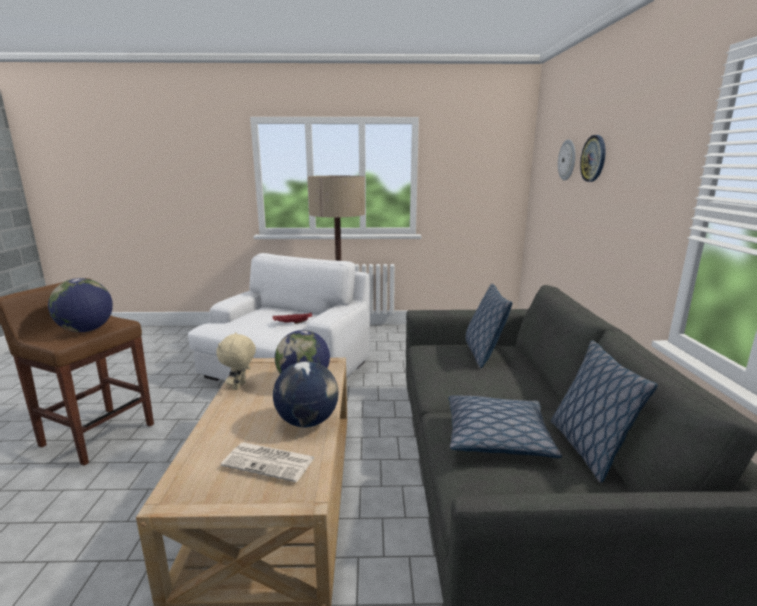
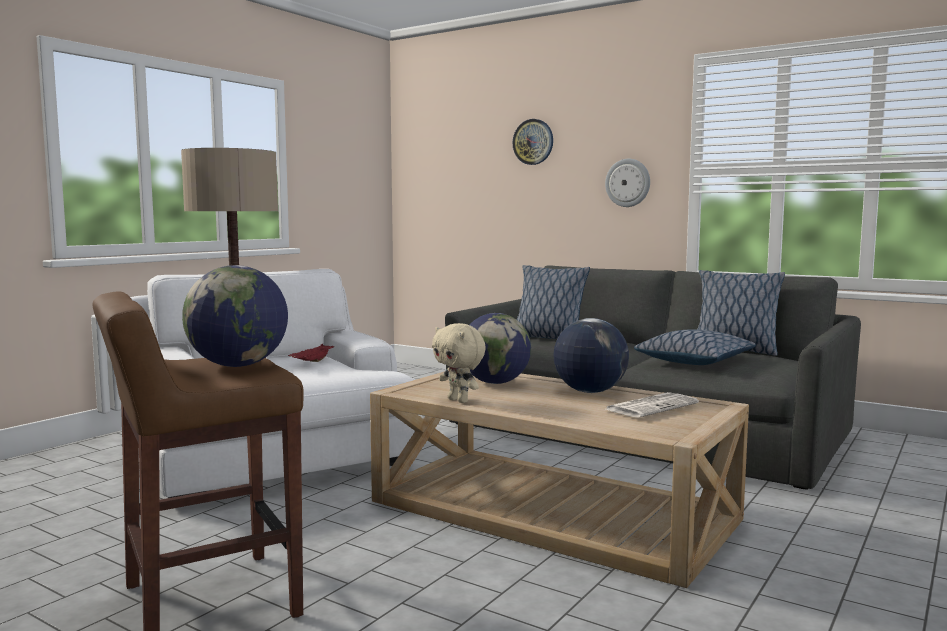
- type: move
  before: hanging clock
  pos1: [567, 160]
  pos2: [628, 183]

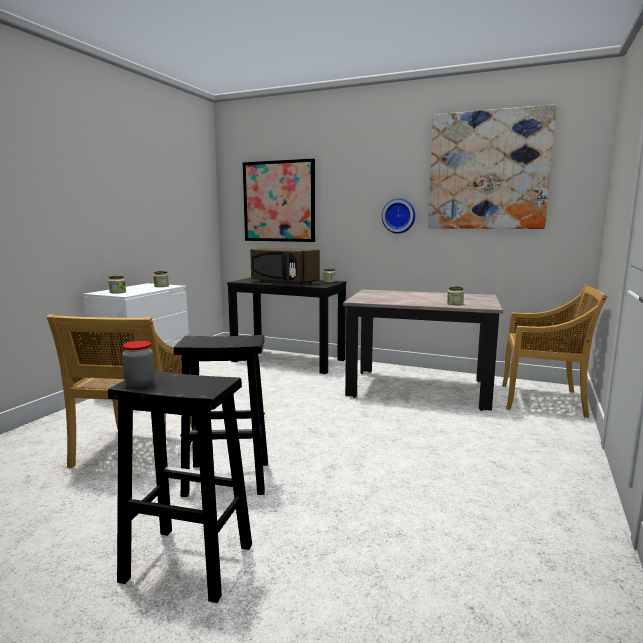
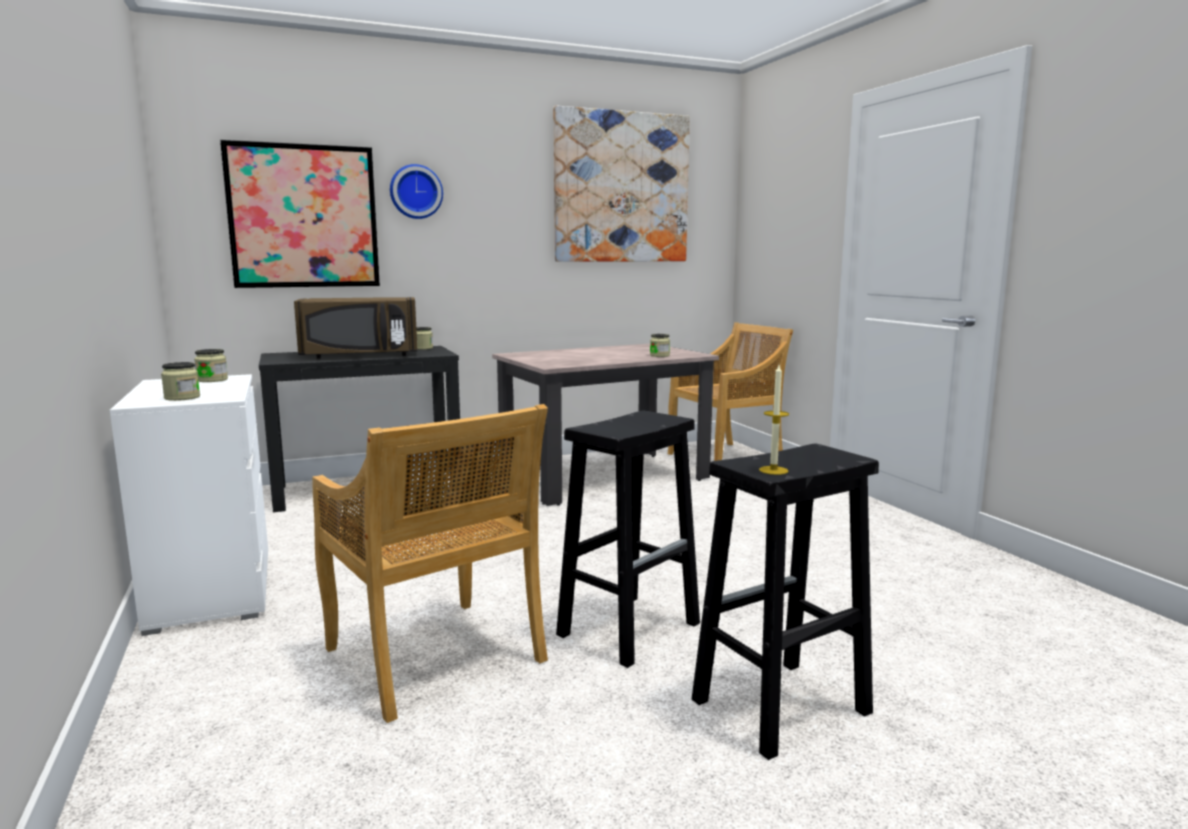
- type: replace
  before: preserve jar
  after: wax candle
  pos1: [140, 383]
  pos2: [773, 470]
- type: move
  before: hanging clock
  pos1: [399, 216]
  pos2: [415, 192]

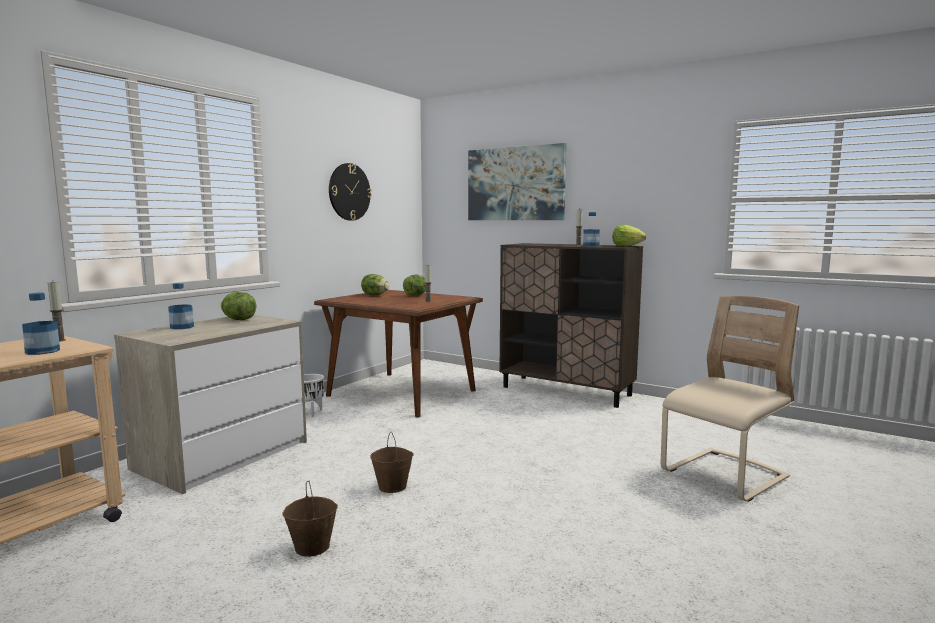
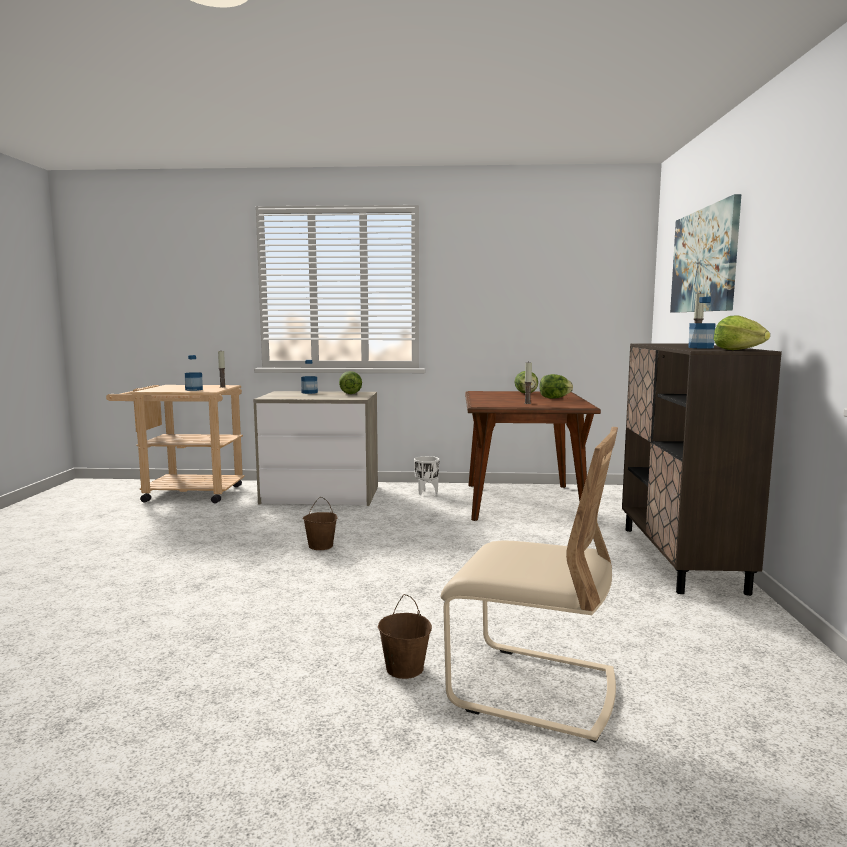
- type: move
  before: brownish water bucket
  pos1: [311, 547]
  pos2: [404, 668]
- type: delete
  before: hanging clock
  pos1: [349, 192]

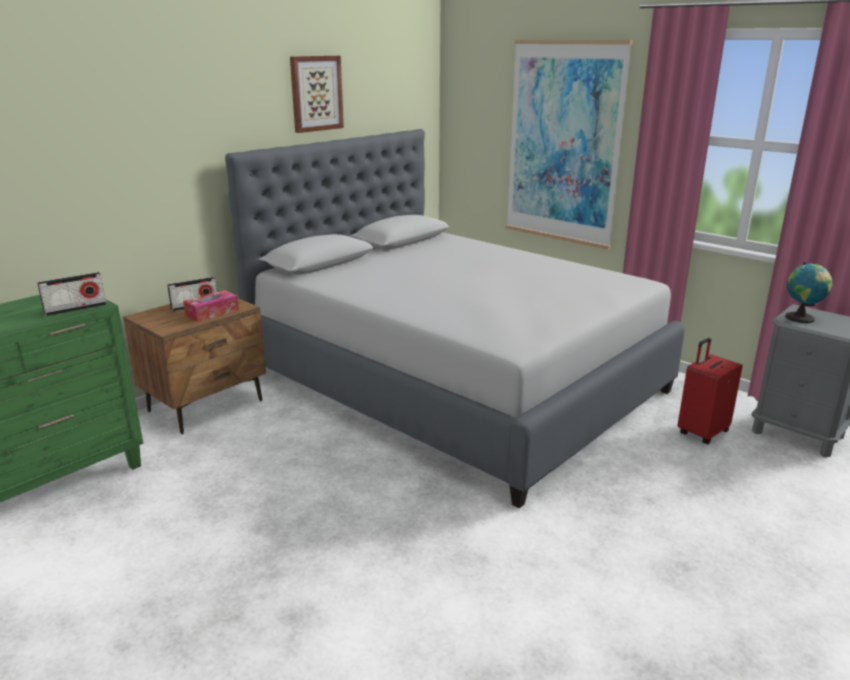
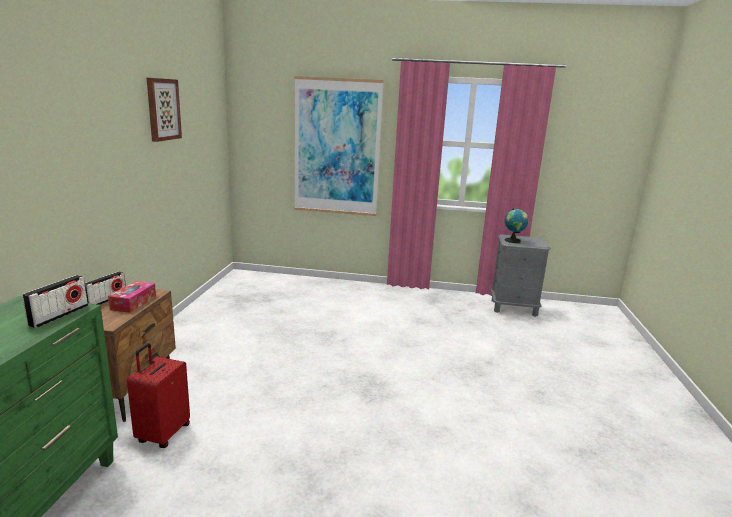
- type: delete
  before: grey sleeping bed
  pos1: [455, 381]
- type: move
  before: red-coloured suitcase
  pos1: [701, 432]
  pos2: [162, 434]

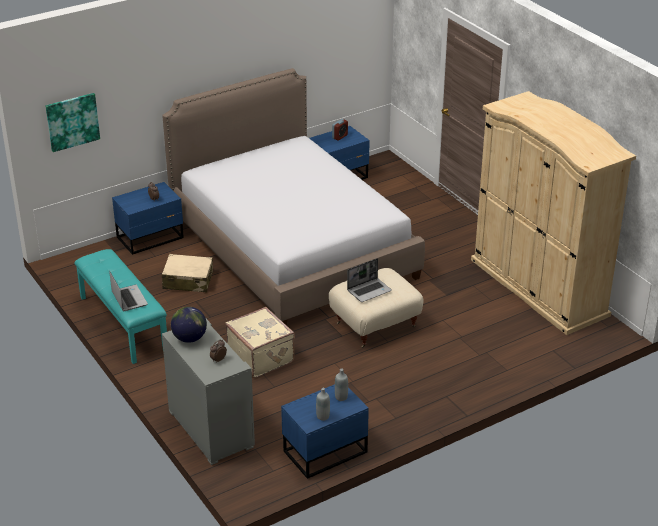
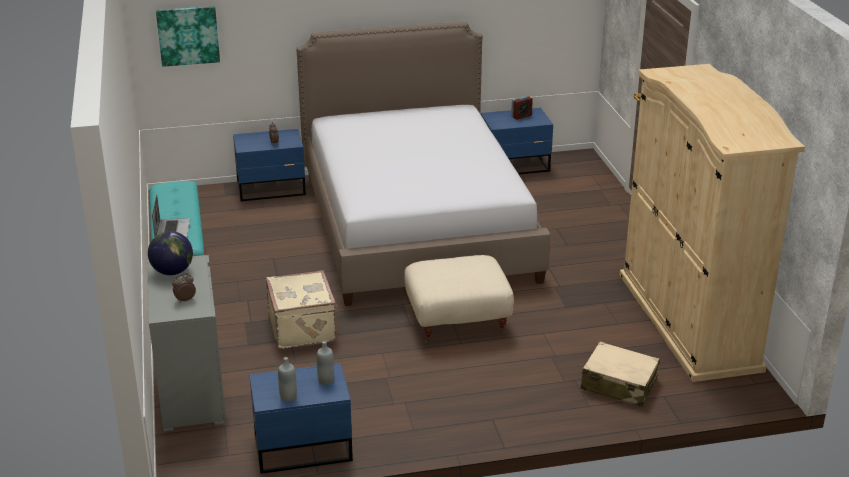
- type: move
  before: beige-coloured suitcase
  pos1: [188, 281]
  pos2: [618, 384]
- type: delete
  before: notebook computer
  pos1: [369, 290]

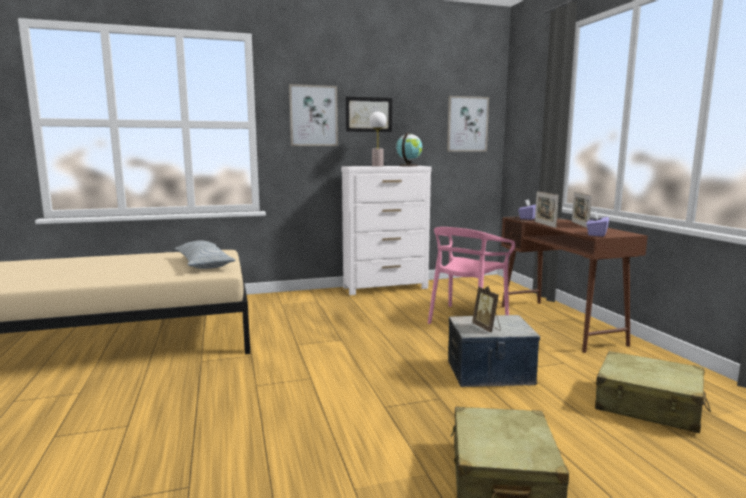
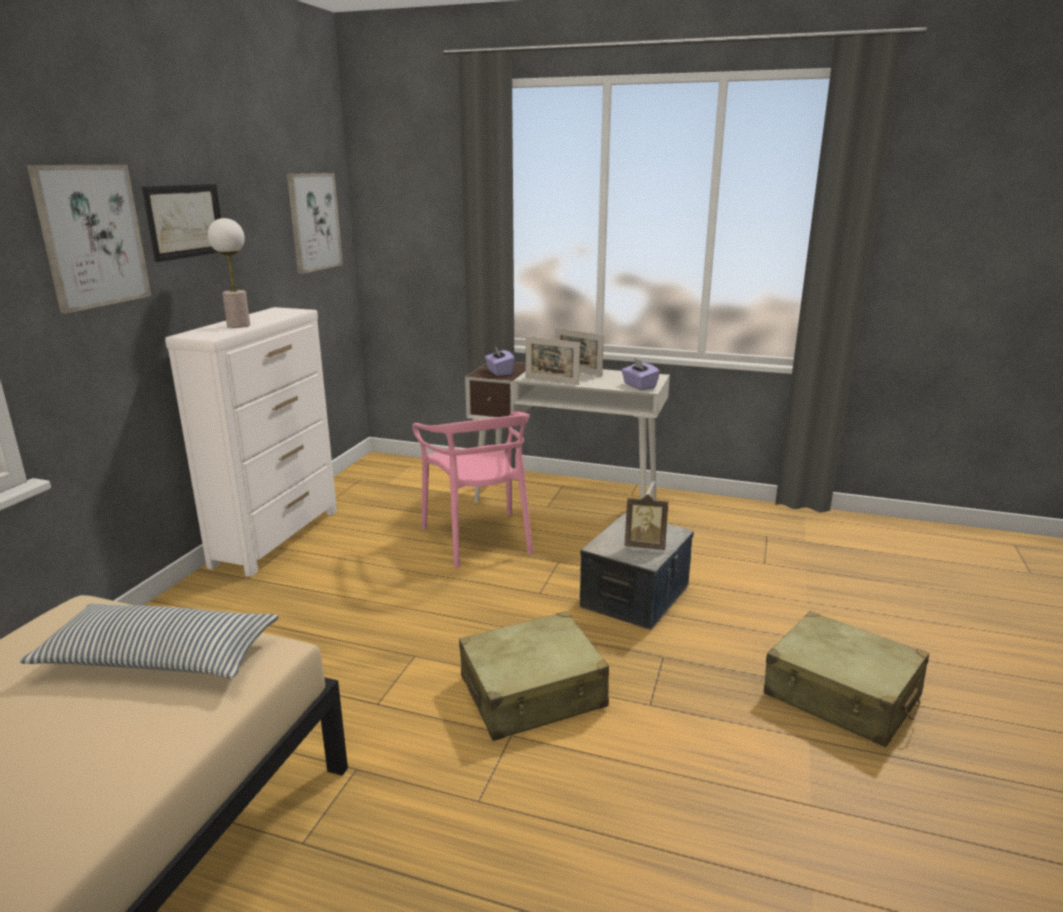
- type: delete
  before: globe
  pos1: [408, 166]
- type: recolor
  before: brownish desk unit
  after: white desk unit
  pos1: [559, 324]
  pos2: [566, 500]
- type: move
  before: beige-coloured suitcase
  pos1: [648, 406]
  pos2: [533, 693]

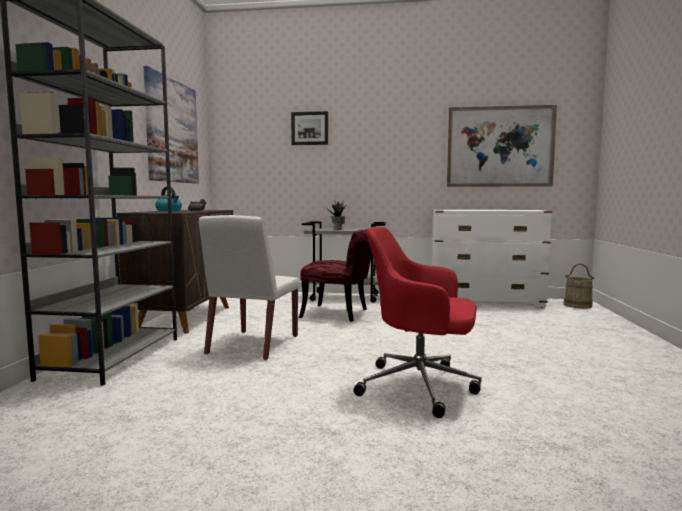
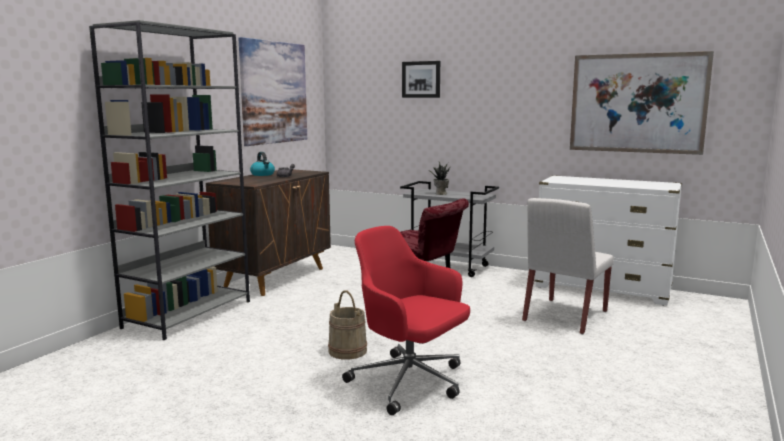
- type: move
  before: white plain chair
  pos1: [253, 345]
  pos2: [564, 316]
- type: move
  before: beige-coloured water bucket
  pos1: [577, 305]
  pos2: [347, 351]

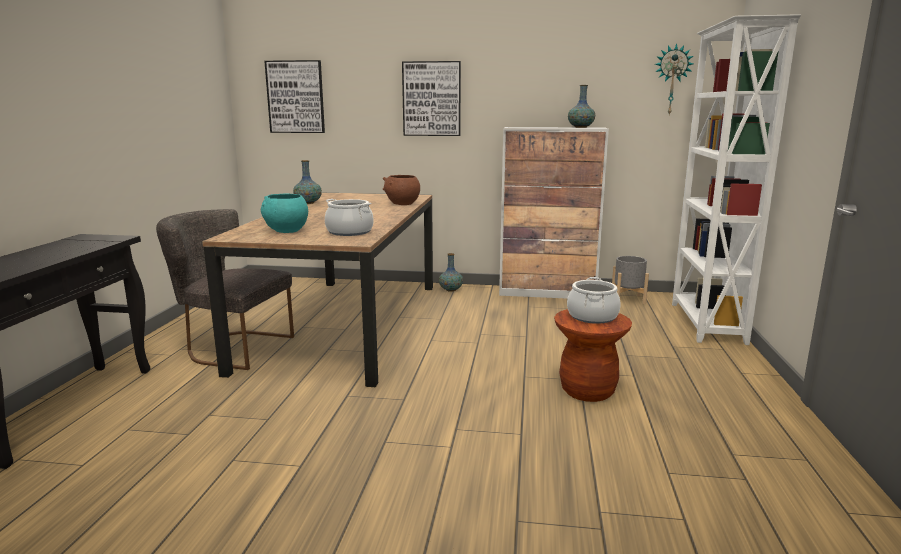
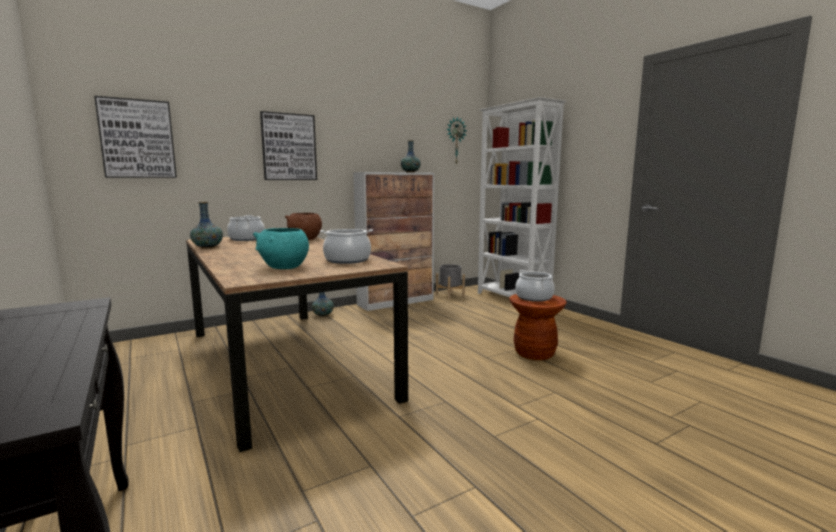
- type: delete
  before: grey plain chair
  pos1: [232, 348]
- type: insert
  after: saucepot
  pos2: [247, 239]

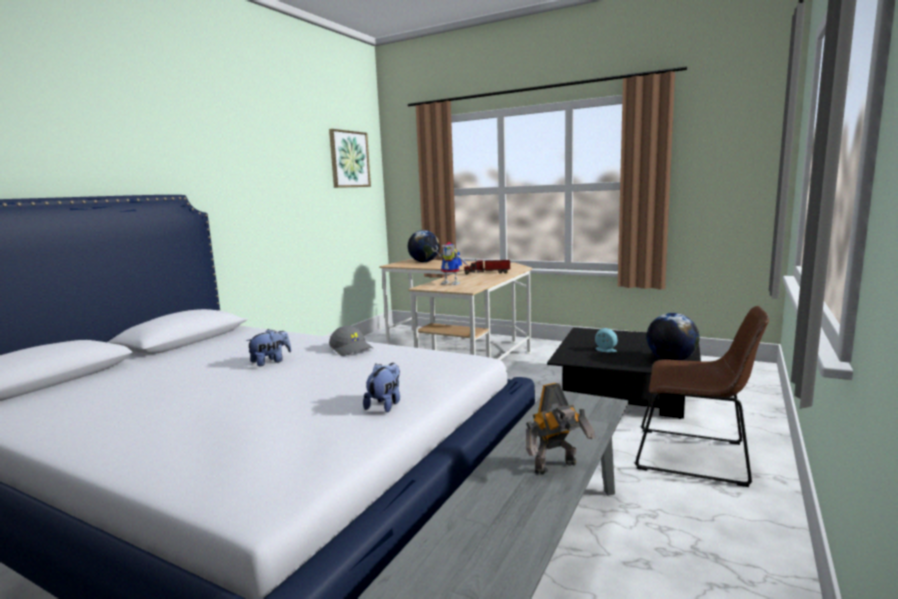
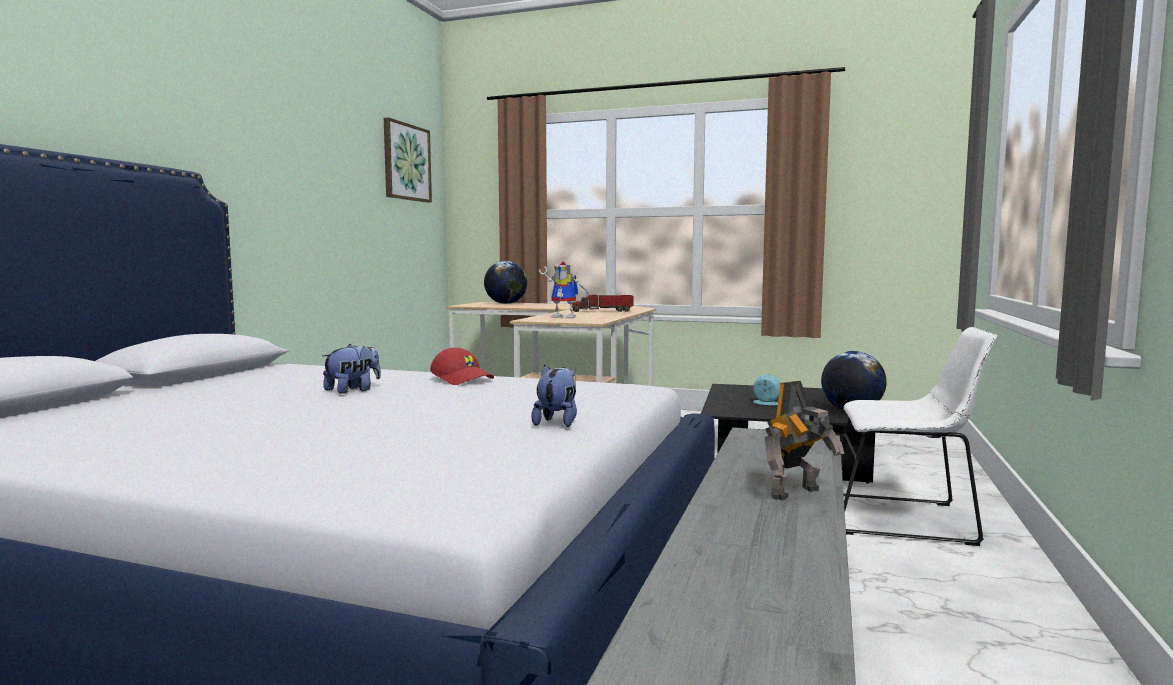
- type: recolor
  before: grey baseball cap
  after: red-coloured baseball cap
  pos1: [352, 349]
  pos2: [463, 379]
- type: recolor
  before: brownish plain chair
  after: white plain chair
  pos1: [696, 457]
  pos2: [905, 519]

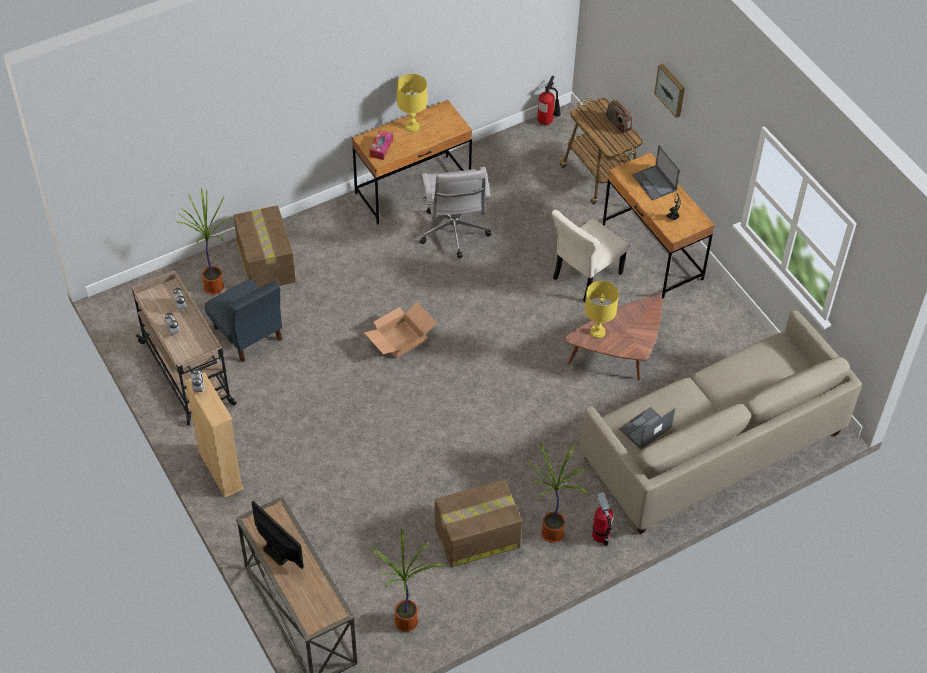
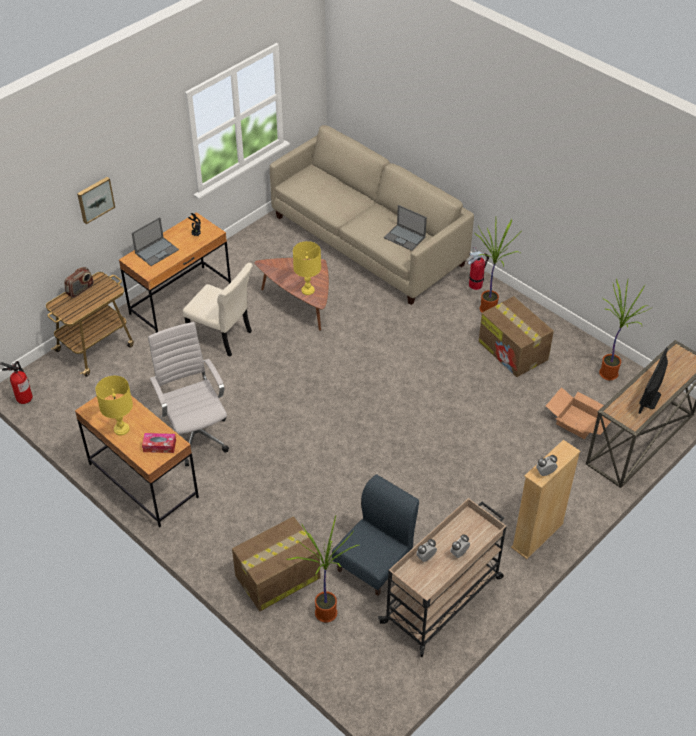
- type: move
  before: carton
  pos1: [400, 340]
  pos2: [578, 422]
- type: rotate
  before: white desk chair
  pos1: [454, 234]
  pos2: [195, 435]
  turn: -90

